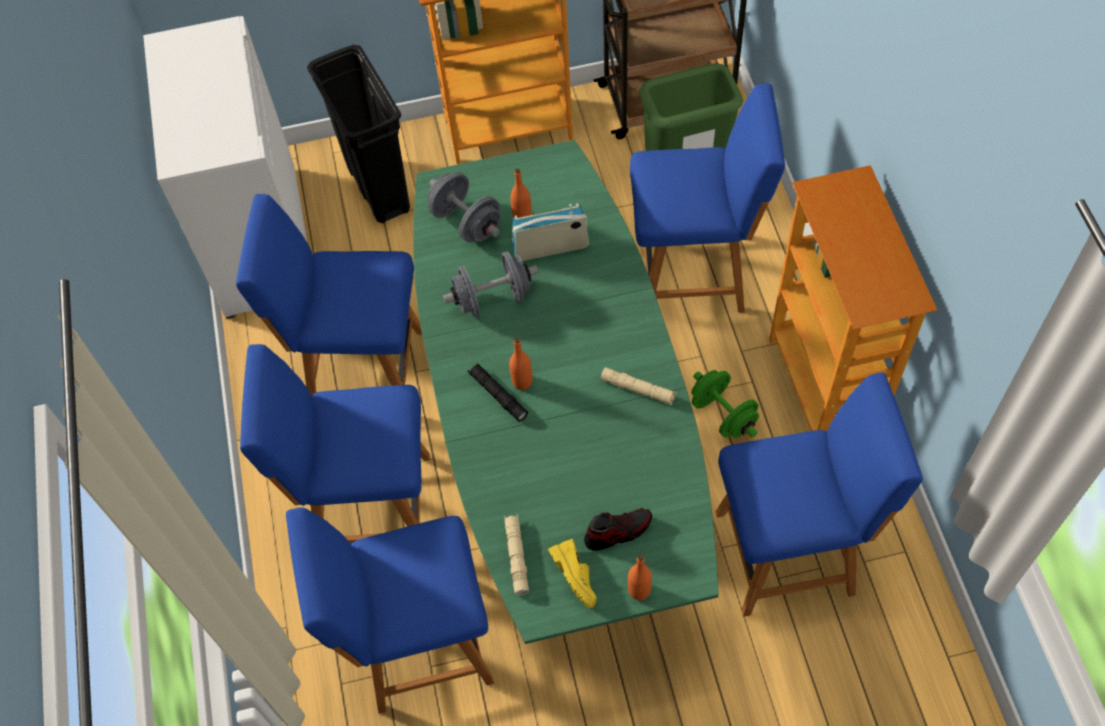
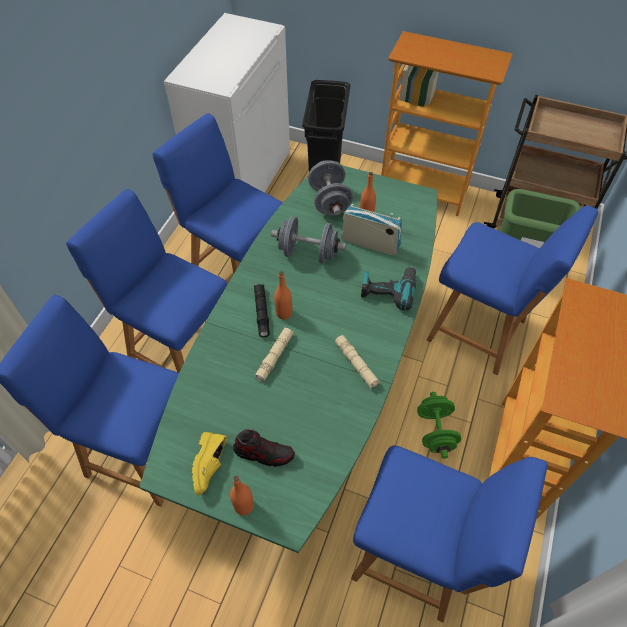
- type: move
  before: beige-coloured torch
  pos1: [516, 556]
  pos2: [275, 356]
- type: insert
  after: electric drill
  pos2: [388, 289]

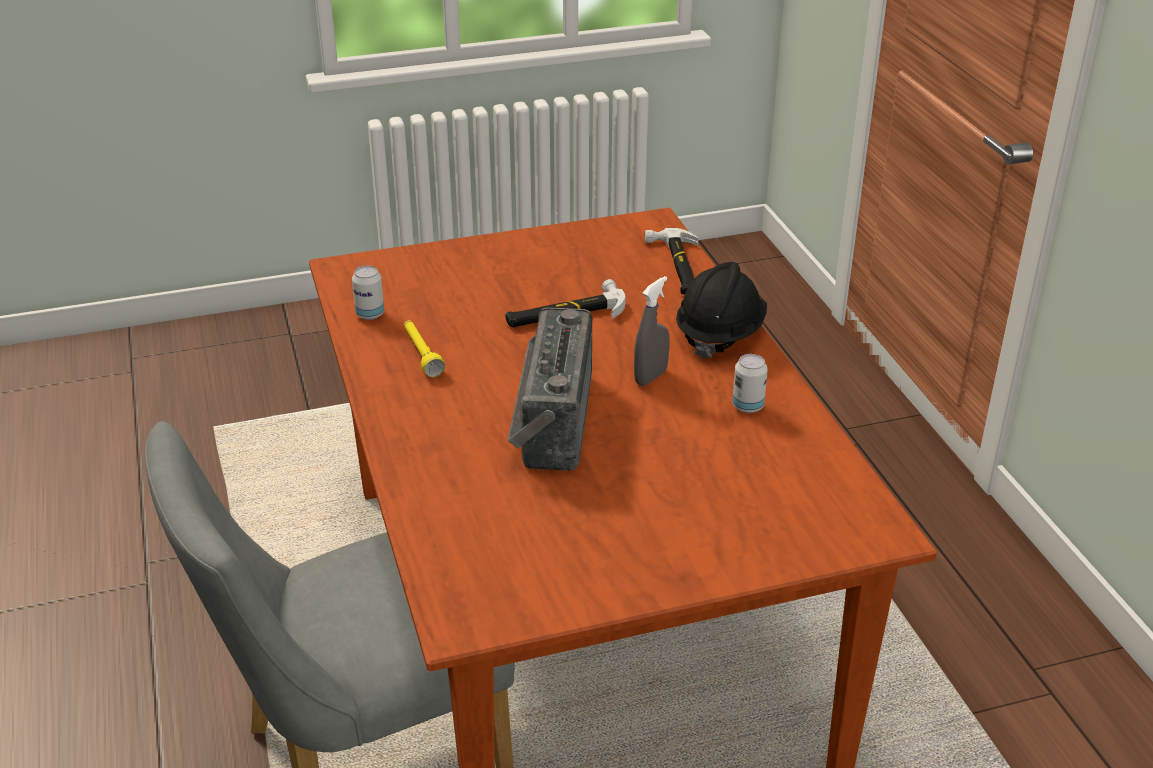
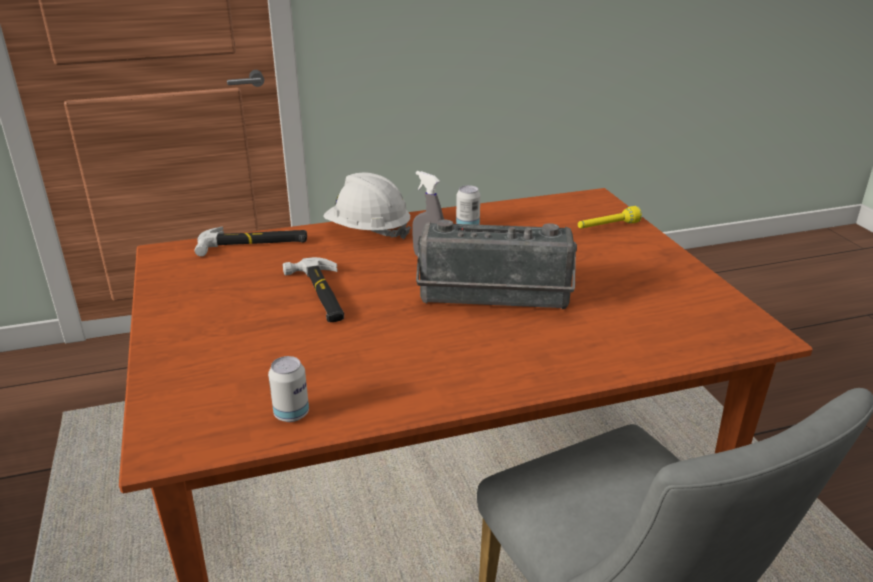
- type: move
  before: yellow torch
  pos1: [421, 354]
  pos2: [607, 227]
- type: recolor
  before: blackish safety helmet
  after: white safety helmet
  pos1: [720, 334]
  pos2: [368, 232]

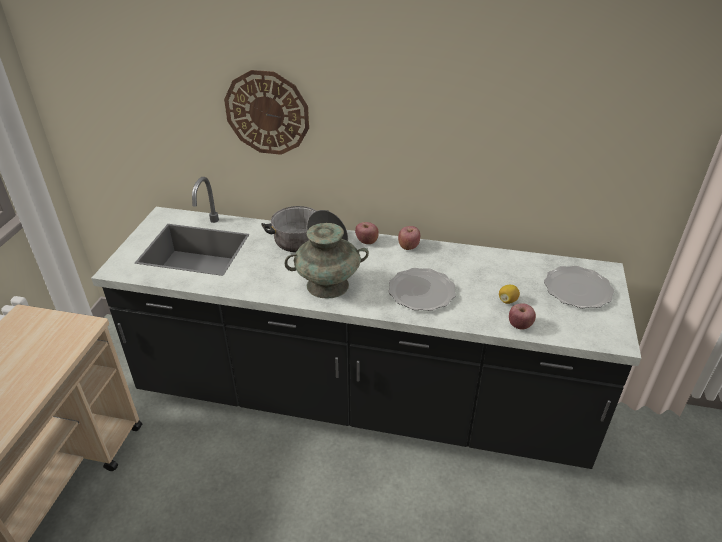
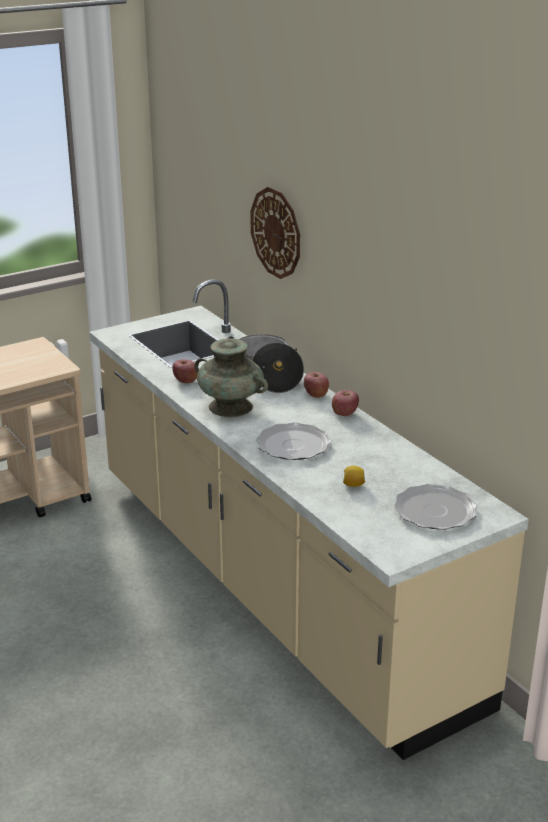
- type: recolor
  before: blackish kitchen base unit
  after: beige-coloured kitchen base unit
  pos1: [361, 399]
  pos2: [274, 583]
- type: move
  before: whole apple
  pos1: [520, 325]
  pos2: [185, 381]

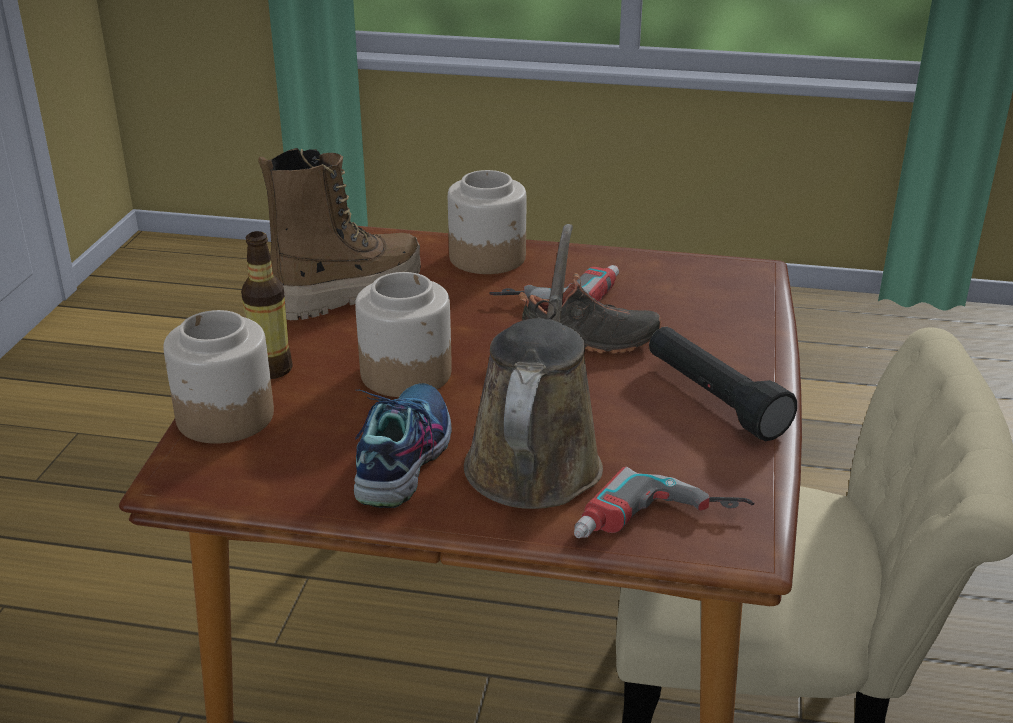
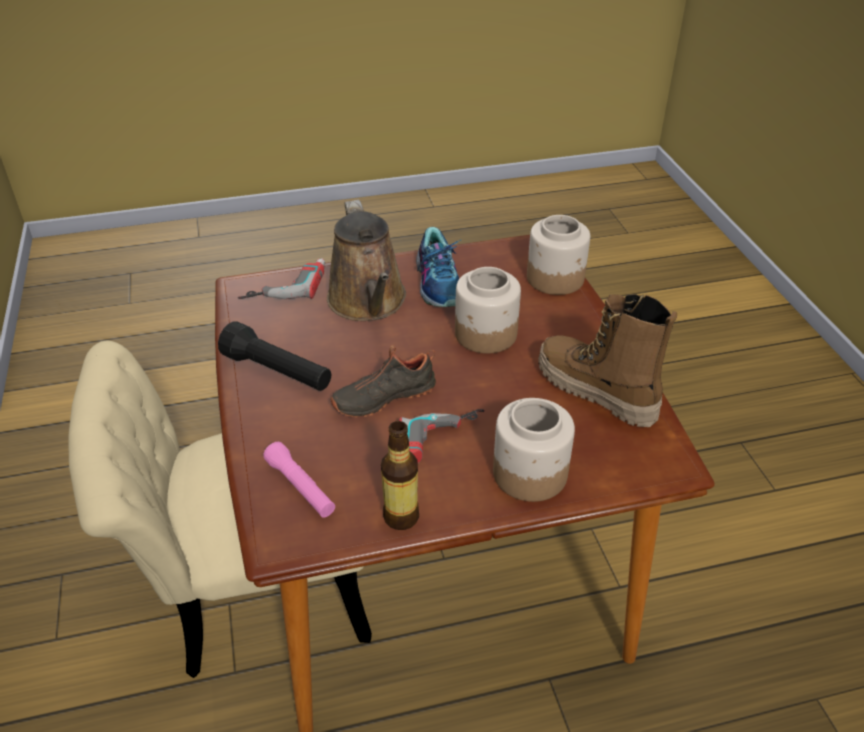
- type: move
  before: drink bottle
  pos1: [271, 369]
  pos2: [401, 517]
- type: rotate
  before: high-top boot
  pos1: [349, 292]
  pos2: [595, 392]
  turn: 105
- type: insert
  after: pink-coloured torch
  pos2: [301, 488]

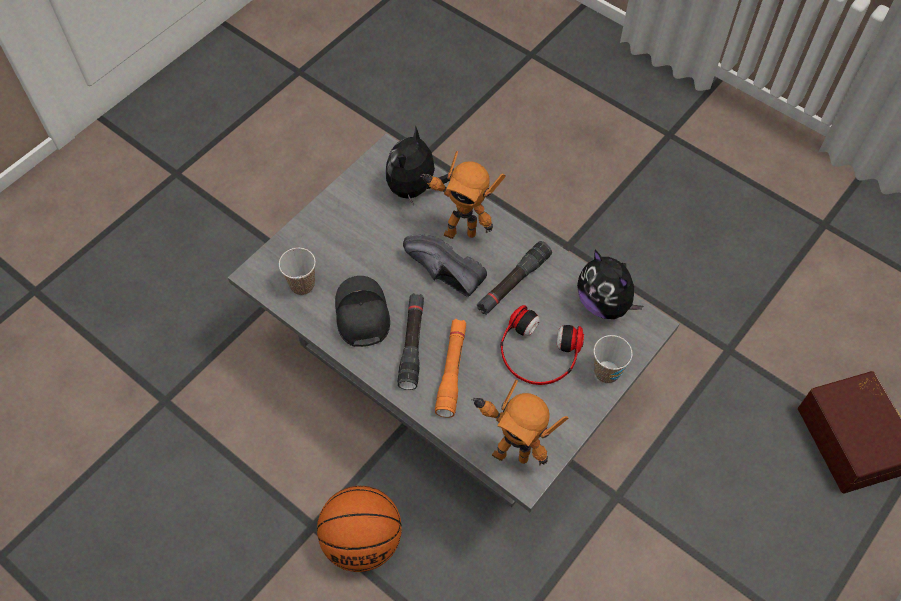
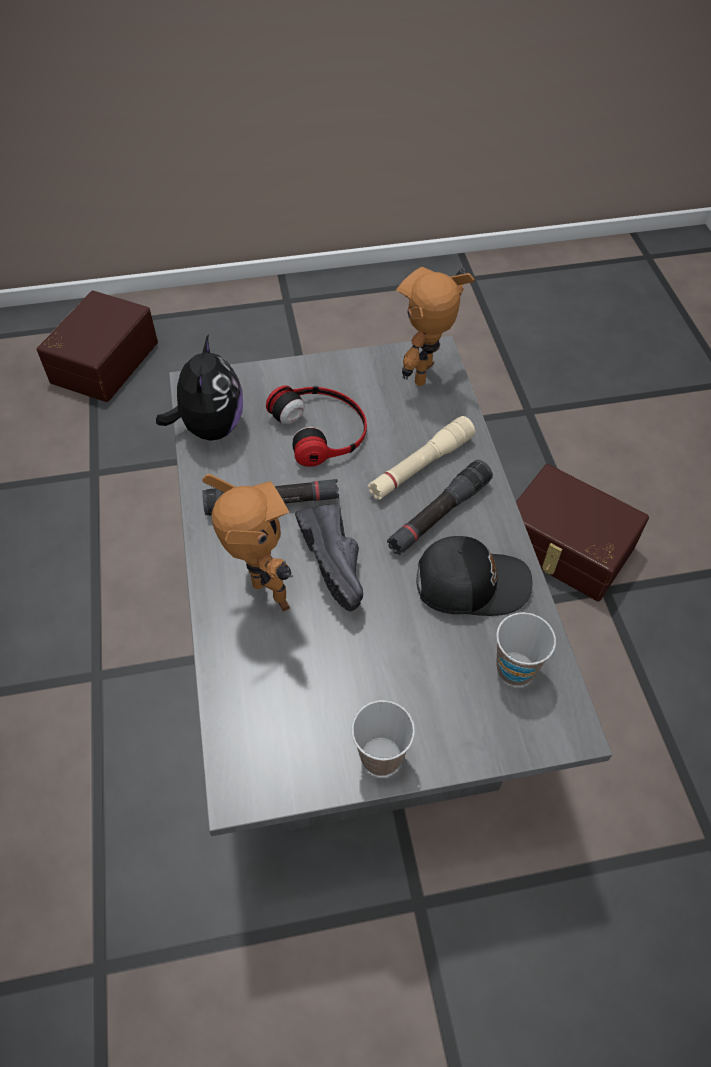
- type: replace
  before: ball for basketball
  after: brownish storage bin
  pos1: [362, 541]
  pos2: [565, 548]
- type: rotate
  before: blackish baseball cap
  pos1: [361, 315]
  pos2: [470, 582]
  turn: -120
- type: delete
  before: cuddly toy
  pos1: [414, 189]
- type: recolor
  before: orangey torch
  after: beige-coloured torch
  pos1: [452, 371]
  pos2: [420, 466]
- type: rotate
  before: toy robot
  pos1: [510, 452]
  pos2: [430, 376]
  turn: -120
- type: move
  before: small cup
  pos1: [606, 372]
  pos2: [381, 756]

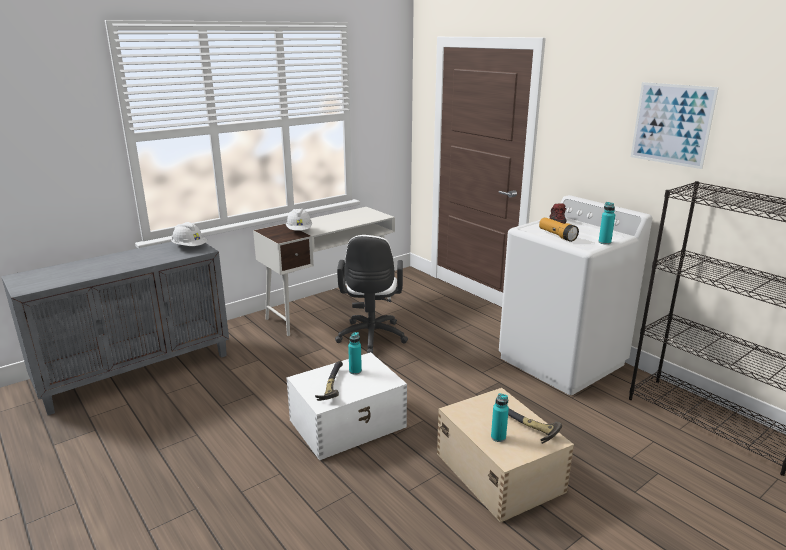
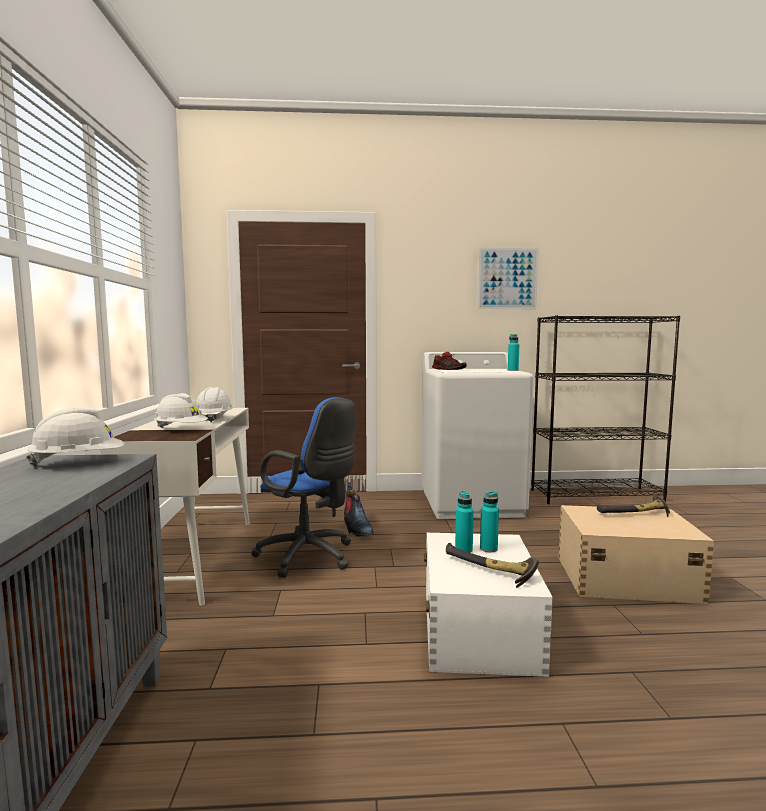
- type: recolor
  before: white desk chair
  after: blue desk chair
  pos1: [371, 339]
  pos2: [309, 557]
- type: move
  before: turquoise drink bottle
  pos1: [498, 437]
  pos2: [488, 549]
- type: delete
  before: torch
  pos1: [557, 236]
- type: insert
  after: white safety helmet
  pos2: [214, 419]
- type: insert
  after: high-top boot
  pos2: [356, 528]

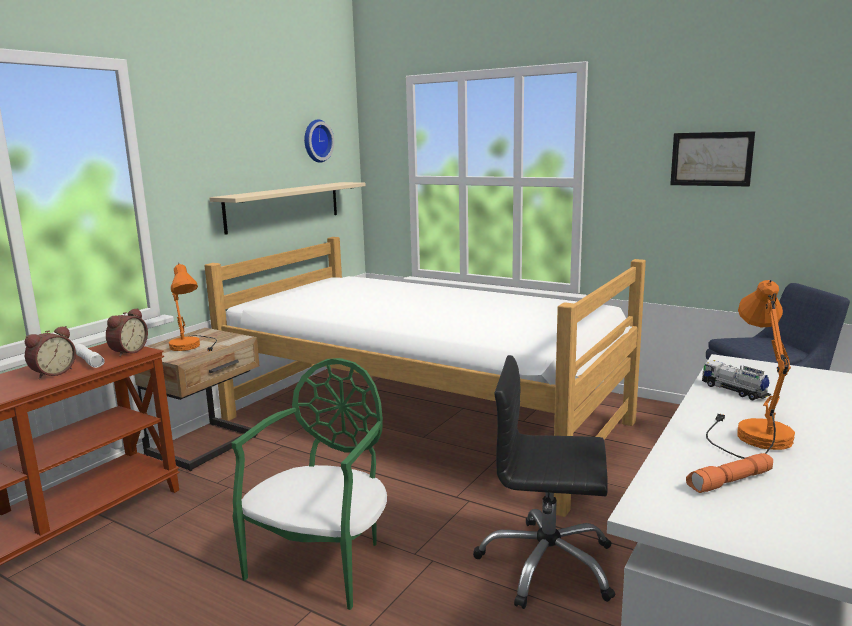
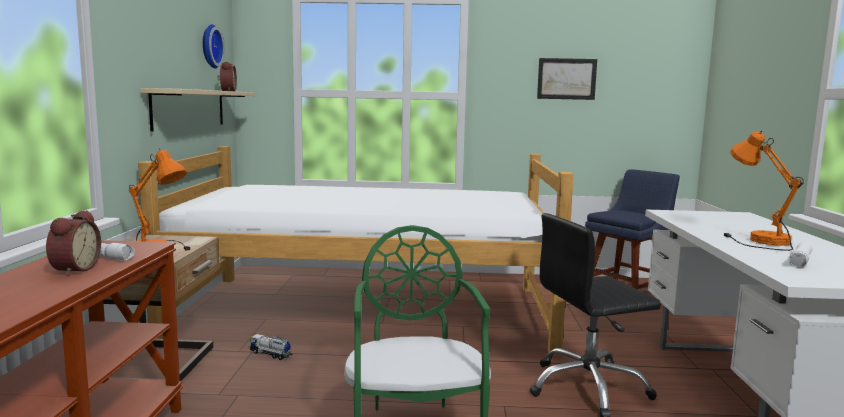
- type: move
  before: alarm clock
  pos1: [127, 351]
  pos2: [227, 91]
- type: recolor
  before: orangey torch
  after: white torch
  pos1: [730, 482]
  pos2: [801, 261]
- type: move
  before: toy truck
  pos1: [734, 391]
  pos2: [271, 354]

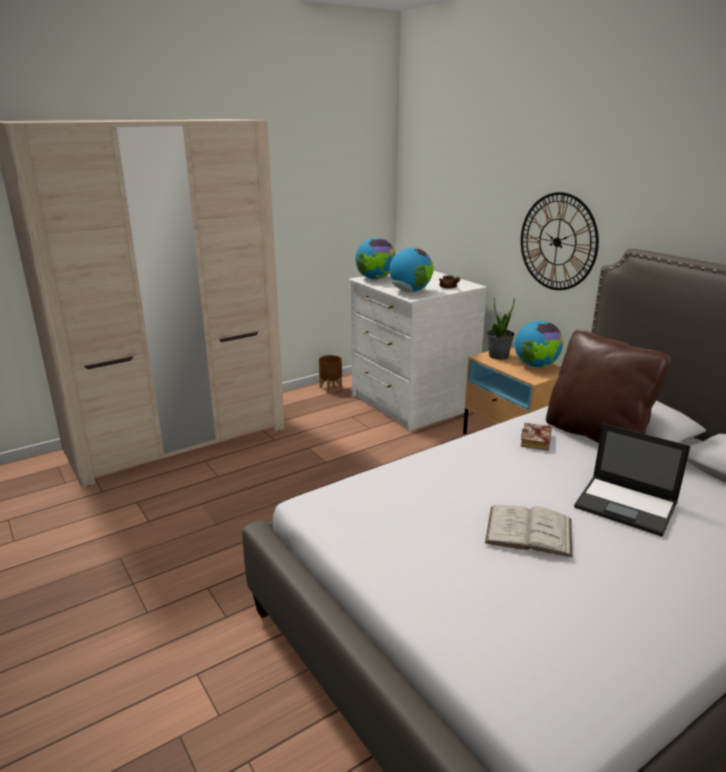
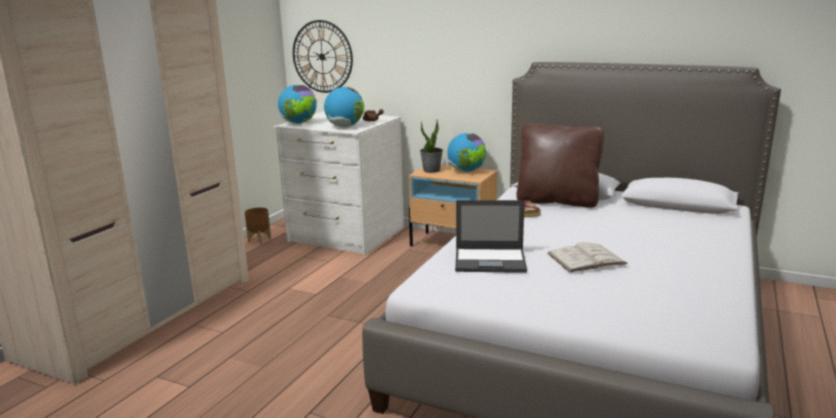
- type: move
  before: hanging clock
  pos1: [557, 242]
  pos2: [322, 56]
- type: move
  before: notebook computer
  pos1: [627, 505]
  pos2: [491, 260]

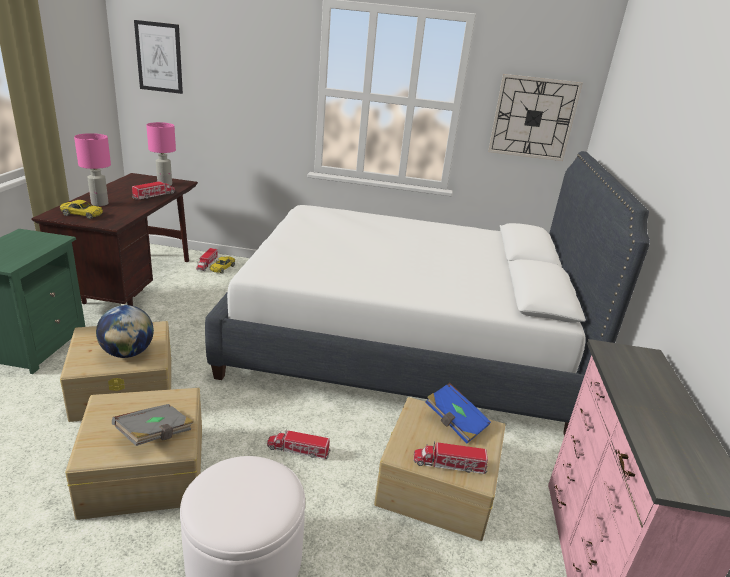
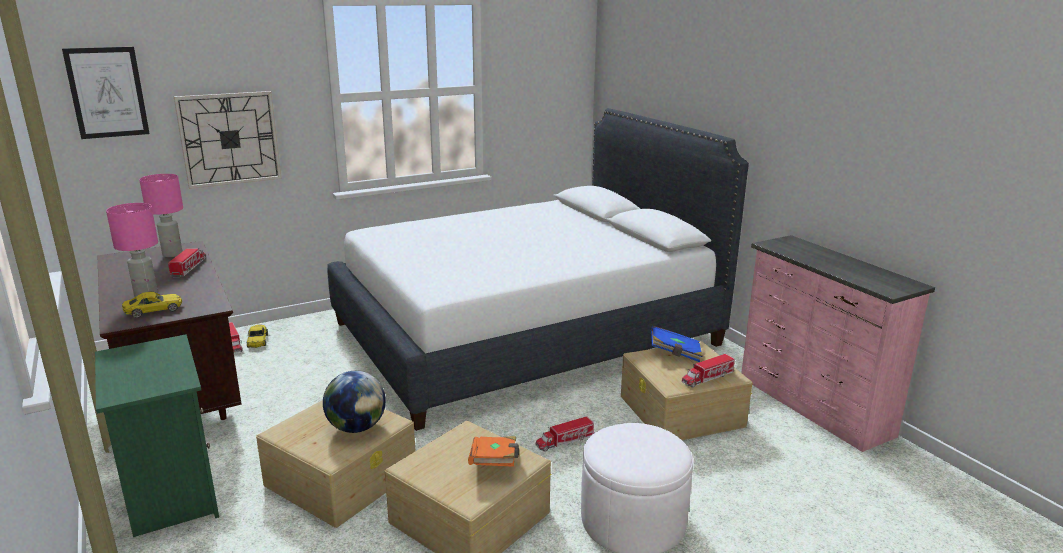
- type: recolor
  before: grey volume
  after: orangey volume
  pos1: [155, 434]
  pos2: [494, 463]
- type: move
  before: hanging clock
  pos1: [533, 118]
  pos2: [229, 139]

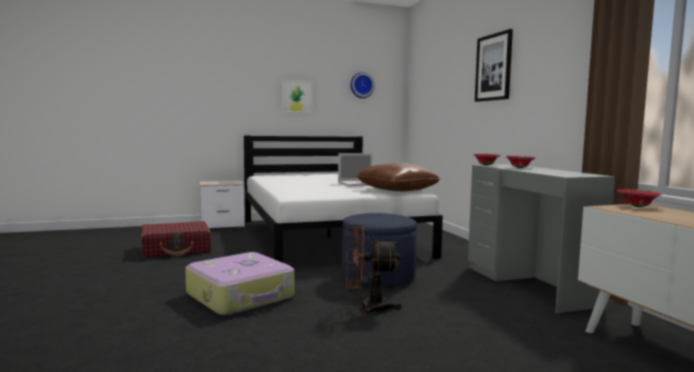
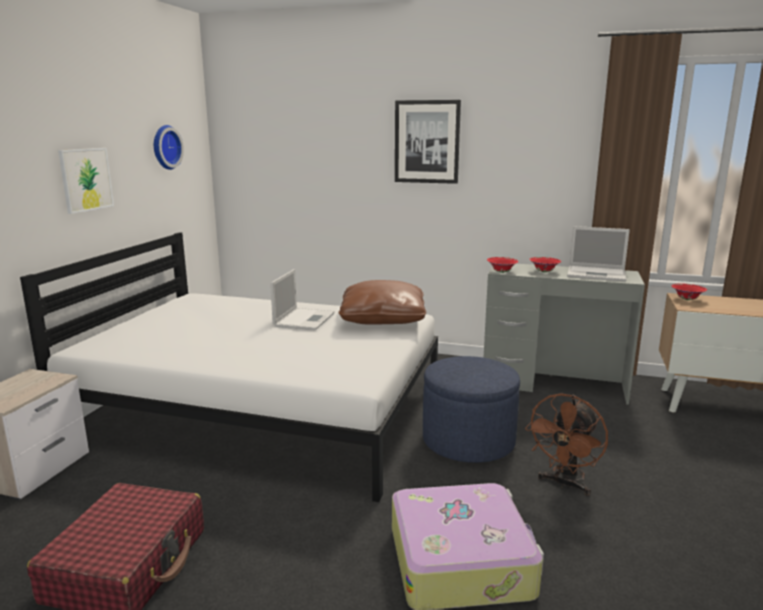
- type: insert
  after: notebook computer
  pos2: [597, 274]

